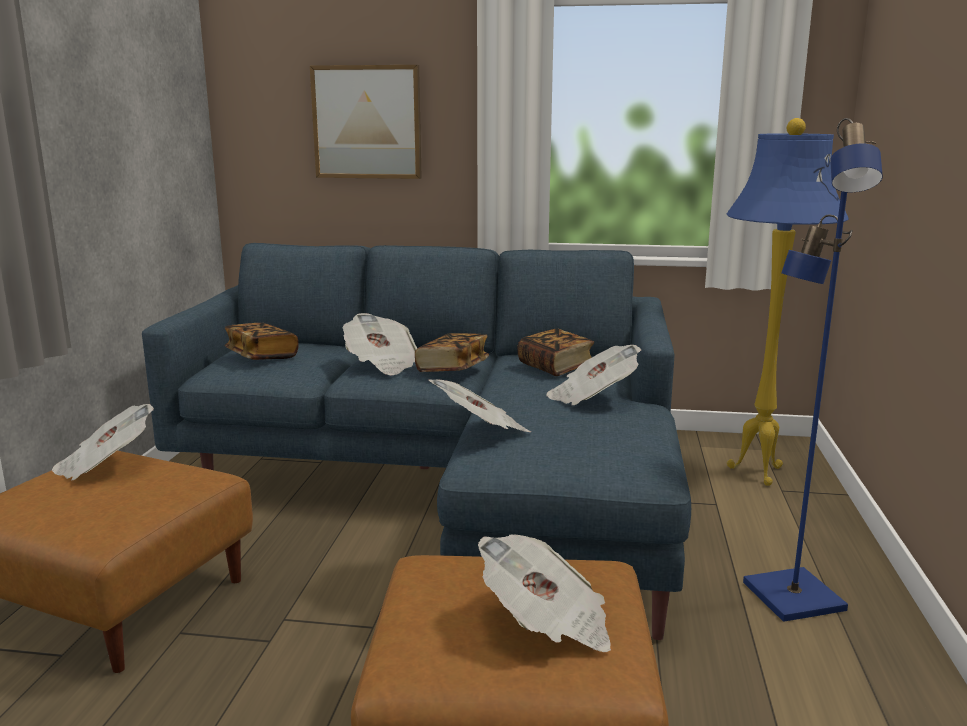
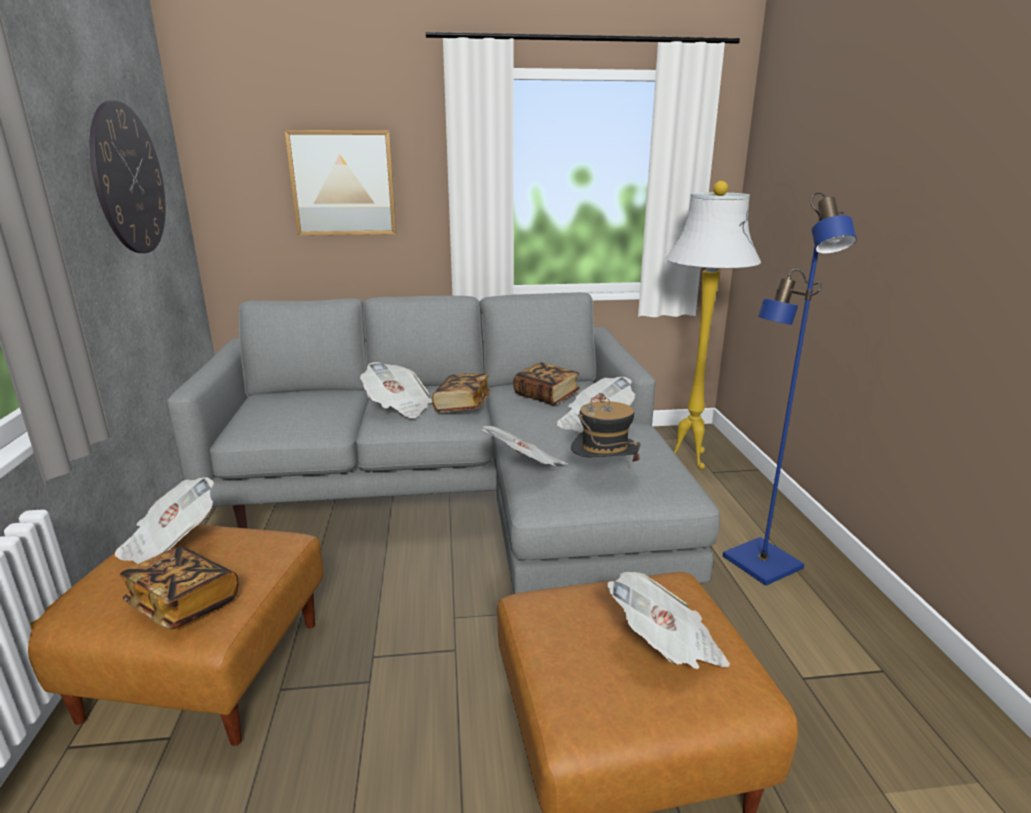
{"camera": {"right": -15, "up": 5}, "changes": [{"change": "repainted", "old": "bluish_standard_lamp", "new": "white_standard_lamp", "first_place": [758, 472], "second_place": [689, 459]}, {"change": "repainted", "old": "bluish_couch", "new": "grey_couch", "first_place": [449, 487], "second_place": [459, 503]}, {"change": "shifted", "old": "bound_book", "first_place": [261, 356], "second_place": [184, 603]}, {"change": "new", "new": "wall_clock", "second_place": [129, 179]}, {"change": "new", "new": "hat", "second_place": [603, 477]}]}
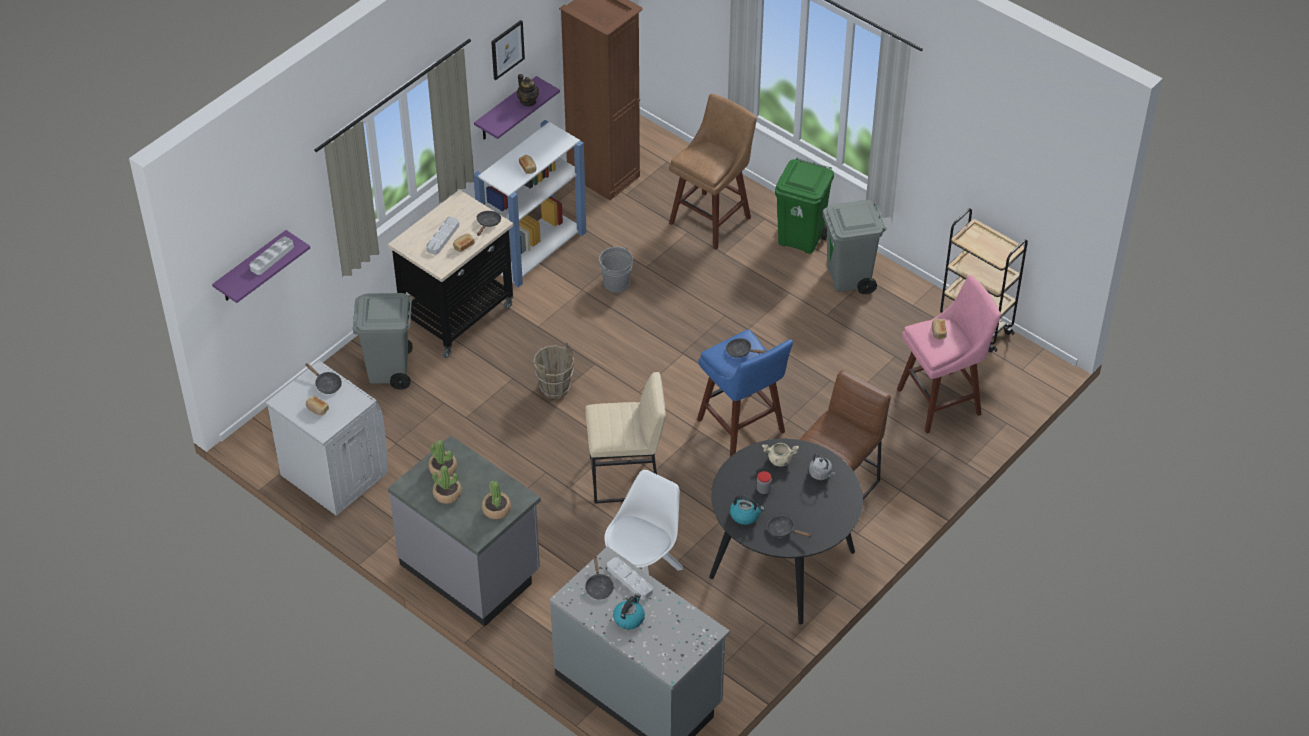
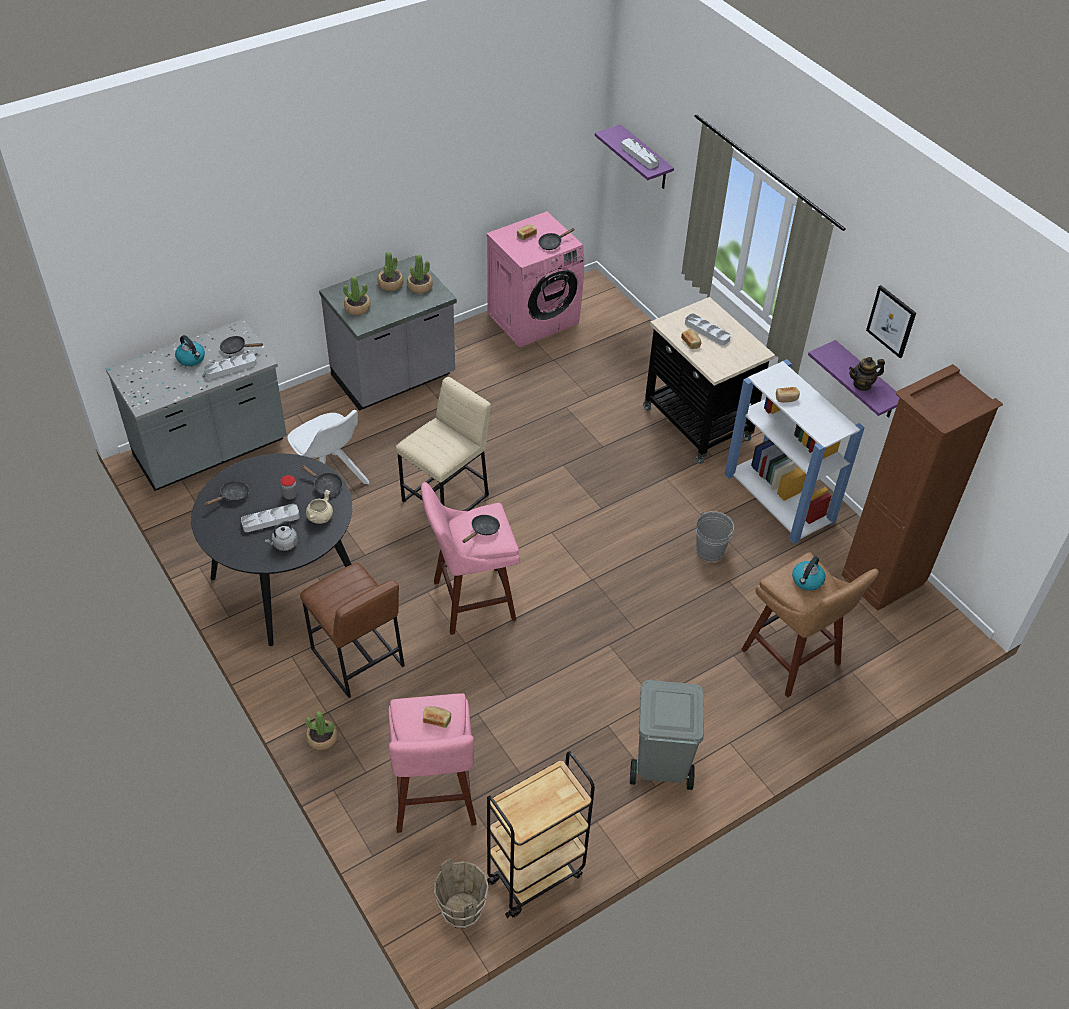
{"camera": {"right": 105, "up": 0}, "changes": [{"change": "gone", "old": "green-coloured_rubbish_bin", "first_place": [801, 239]}, {"change": "shifted", "old": "blackish_frying_pan", "first_place": [488, 223], "second_place": [325, 486]}, {"change": "gone", "old": "grey_rubbish_bin", "first_place": [390, 371]}, {"change": "repainted", "old": "bluish_stool", "new": "pink_stool", "first_place": [742, 428], "second_place": [470, 601]}, {"change": "shifted", "old": "brown-coloured_water_bucket", "first_place": [554, 388], "second_place": [462, 911]}, {"change": "repainted", "old": "white_laundry_machine", "new": "pink_laundry_machine", "first_place": [334, 474], "second_place": [533, 320]}, {"change": "rotated", "old": "sand-coloured_plain_chair", "first_place": [626, 478], "second_place": [446, 497], "degrees": -150}, {"change": "shifted", "old": "tea_kettle", "first_place": [745, 515], "second_place": [807, 581]}, {"change": "new", "new": "grey_carrying_tray", "second_place": [270, 520]}, {"change": "new", "new": "plant_in_a_pot", "second_place": [322, 738]}]}
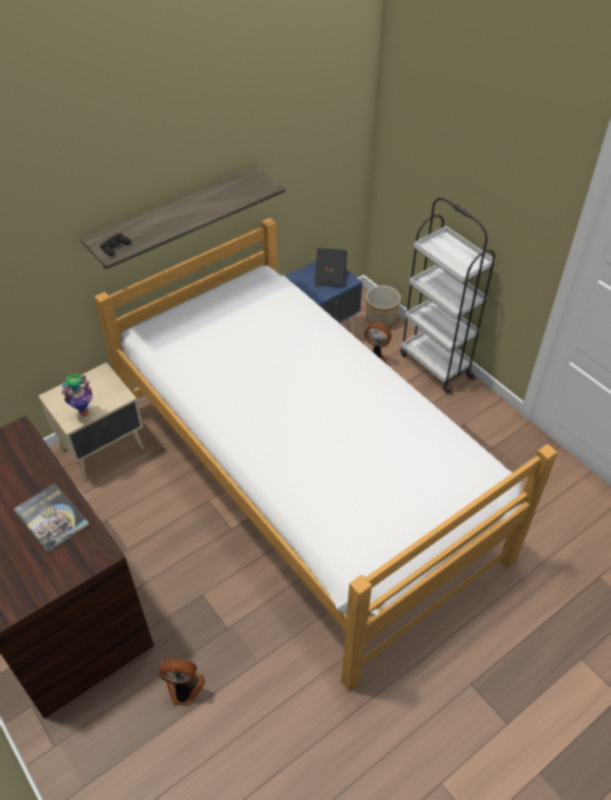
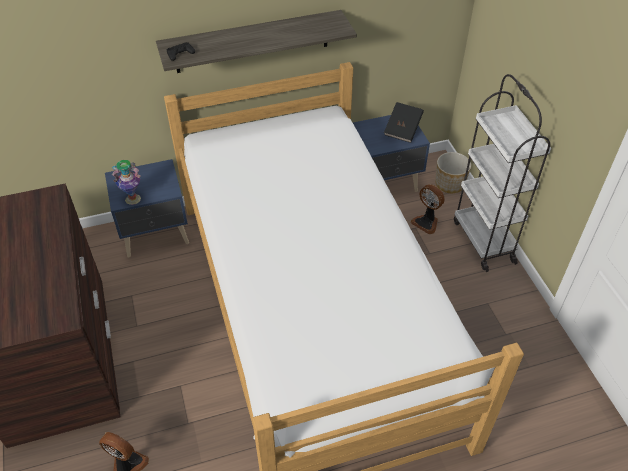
{"camera": {"right": 20, "up": 0}, "changes": [{"change": "repainted", "old": "sand-coloured_nightstand", "new": "bluish_nightstand", "first_place": [104, 449], "second_place": [156, 235]}, {"change": "gone", "old": "bound_book", "first_place": [51, 518]}]}
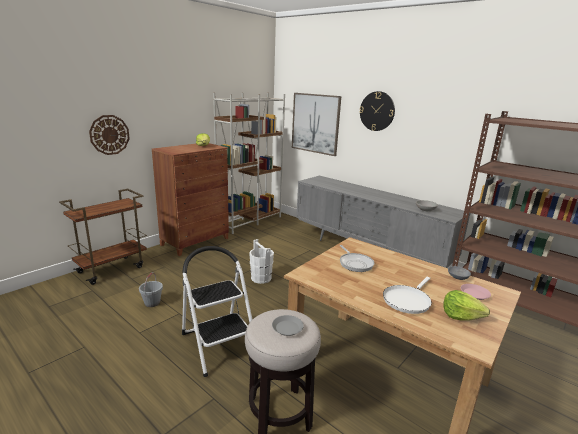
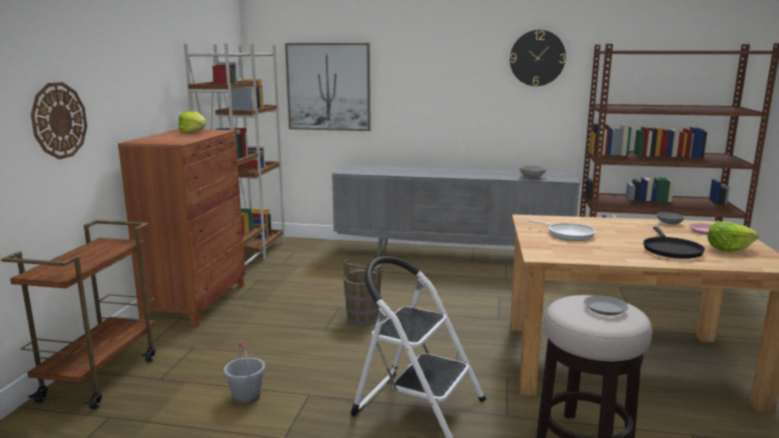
{"camera": {"right": -30, "up": -5}, "changes": [{"change": "shifted", "old": "wall_clock", "first_place": [377, 111], "second_place": [537, 58]}, {"change": "repainted", "old": "white_water_bucket", "new": "brown-coloured_water_bucket", "first_place": [261, 278], "second_place": [362, 318]}, {"change": "repainted", "old": "white_frying_pan", "new": "blackish_frying_pan", "first_place": [407, 300], "second_place": [670, 250]}]}
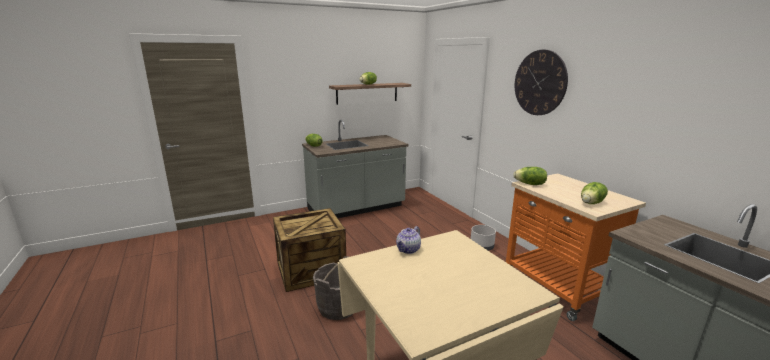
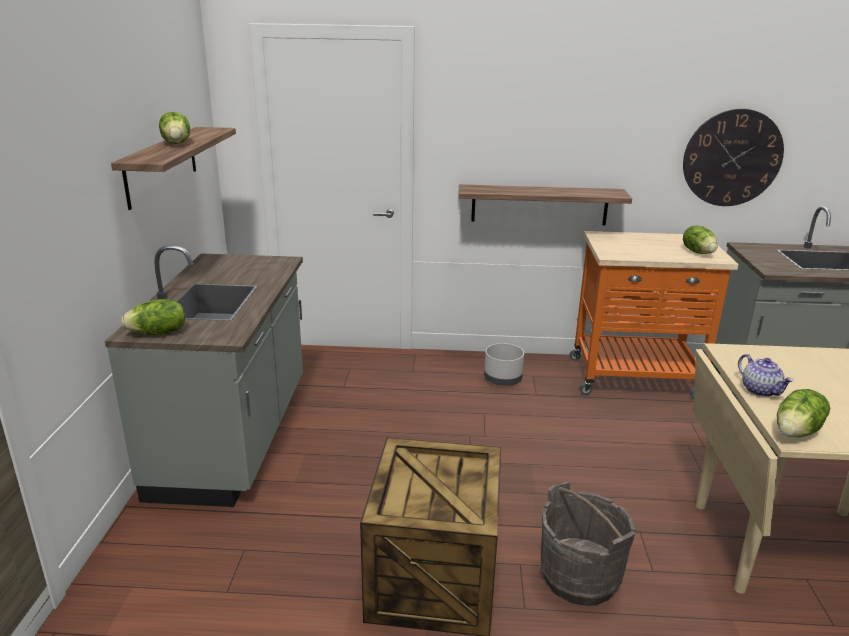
{"camera": {"right": -60, "up": 5}, "changes": [{"change": "shifted", "old": "wall_clock", "first_place": [540, 83], "second_place": [732, 158]}, {"change": "shifted", "old": "lettuce_head", "first_place": [530, 184], "second_place": [797, 432]}, {"change": "new", "new": "wall_shelf", "second_place": [539, 205]}]}
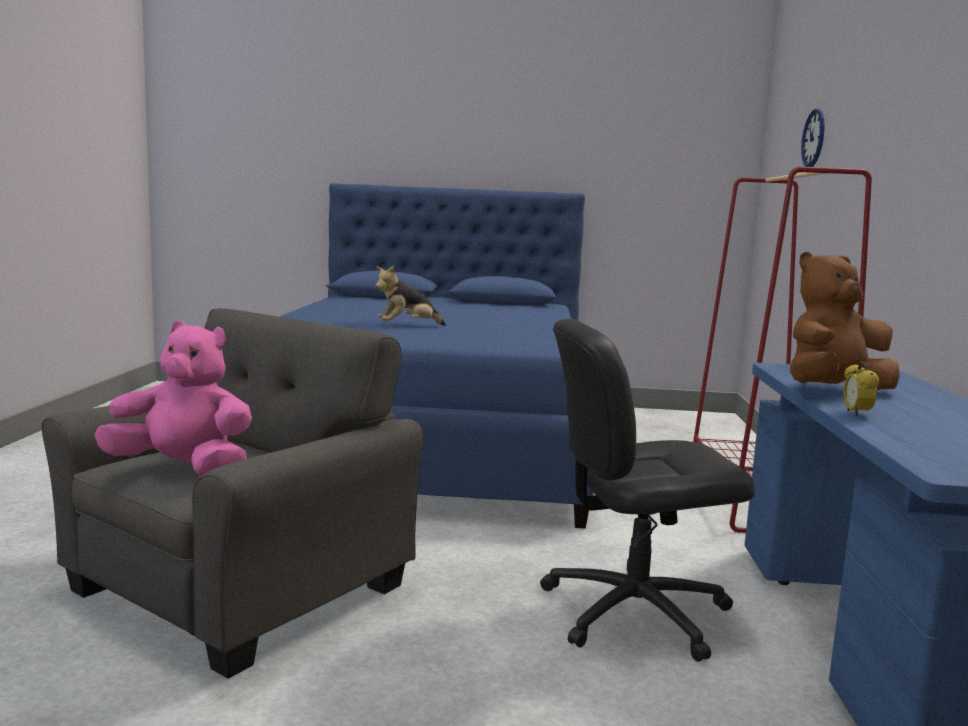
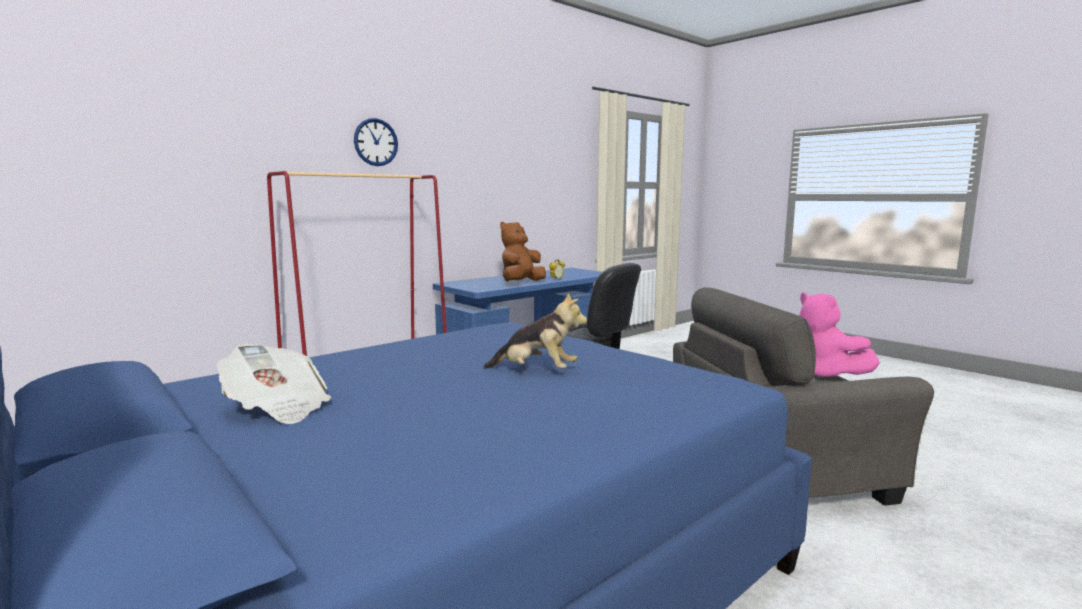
{"camera": {"right": -135, "up": 0}, "changes": [{"change": "shifted", "old": "wall_clock", "first_place": [813, 138], "second_place": [376, 142]}, {"change": "rotated", "old": "brown-coloured_soft_toy", "first_place": [833, 391], "second_place": [521, 282], "degrees": 105}, {"change": "new", "new": "printed_paper", "second_place": [277, 408]}]}
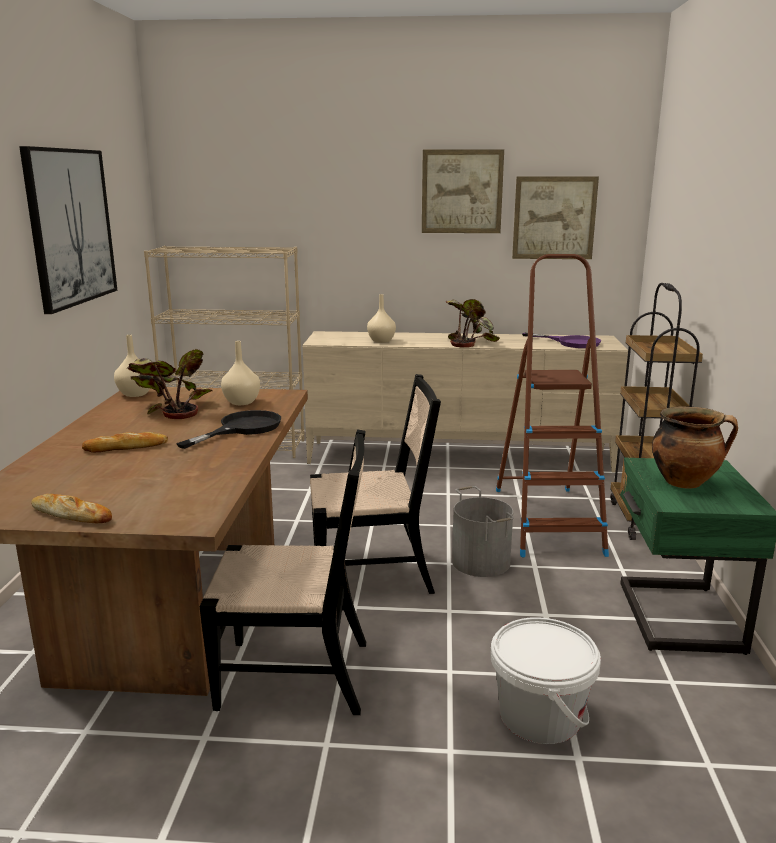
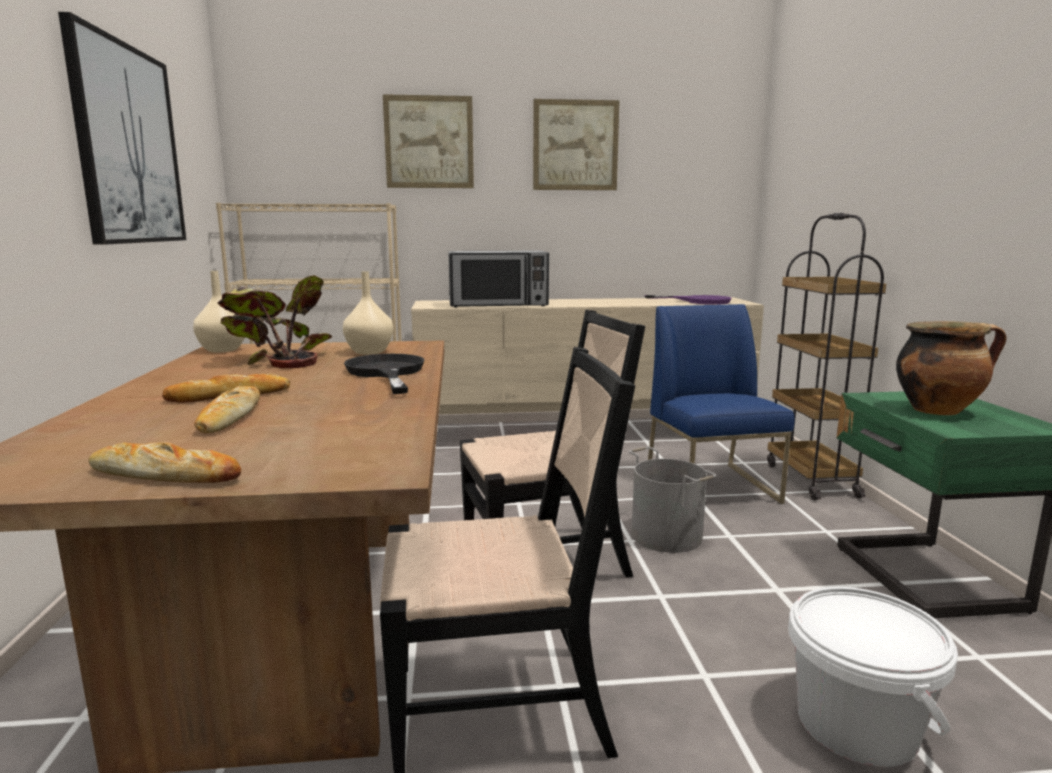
{"camera": {"right": -10, "up": -5}, "changes": [{"change": "shifted", "old": "picture", "first_place": [554, 218], "second_place": [429, 142]}, {"change": "swapped", "old": "brown-coloured_stepladder", "new": "bluish_plain_chair", "first_place": [547, 520], "second_place": [712, 487]}, {"change": "swapped", "old": "sand-coloured_flower_vase", "new": "microwave_oven", "first_place": [382, 341], "second_place": [498, 304]}, {"change": "gone", "old": "plant_in_a_pot", "first_place": [470, 341]}, {"change": "rotated", "old": "blackish_frying_pan", "first_place": [242, 428], "second_place": [386, 373], "degrees": -45}, {"change": "new", "new": "bakery_bread", "second_place": [230, 416]}]}
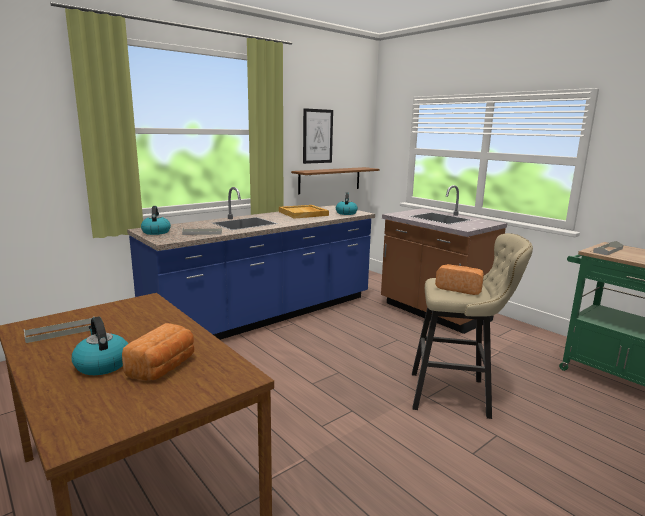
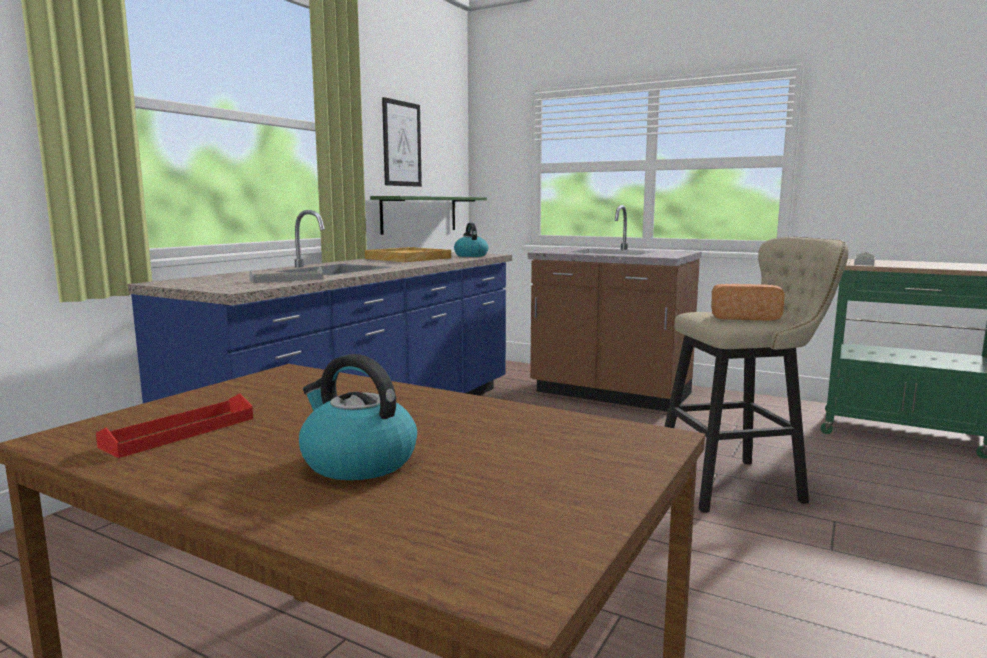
{"camera": {"right": -20, "up": -5}, "changes": [{"change": "repainted", "old": "brown-coloured_wall_shelf", "new": "green-coloured_wall_shelf", "first_place": [330, 180], "second_place": [419, 214]}, {"change": "gone", "old": "tea_kettle", "first_place": [156, 232]}, {"change": "repainted", "old": "grey_carrying_tray", "new": "reddish_carrying_tray", "first_place": [61, 332], "second_place": [180, 432]}, {"change": "gone", "old": "bakery_bread", "first_place": [164, 367]}]}
